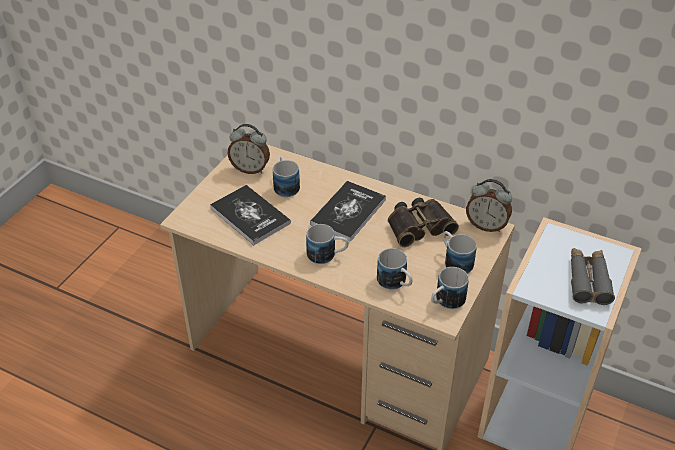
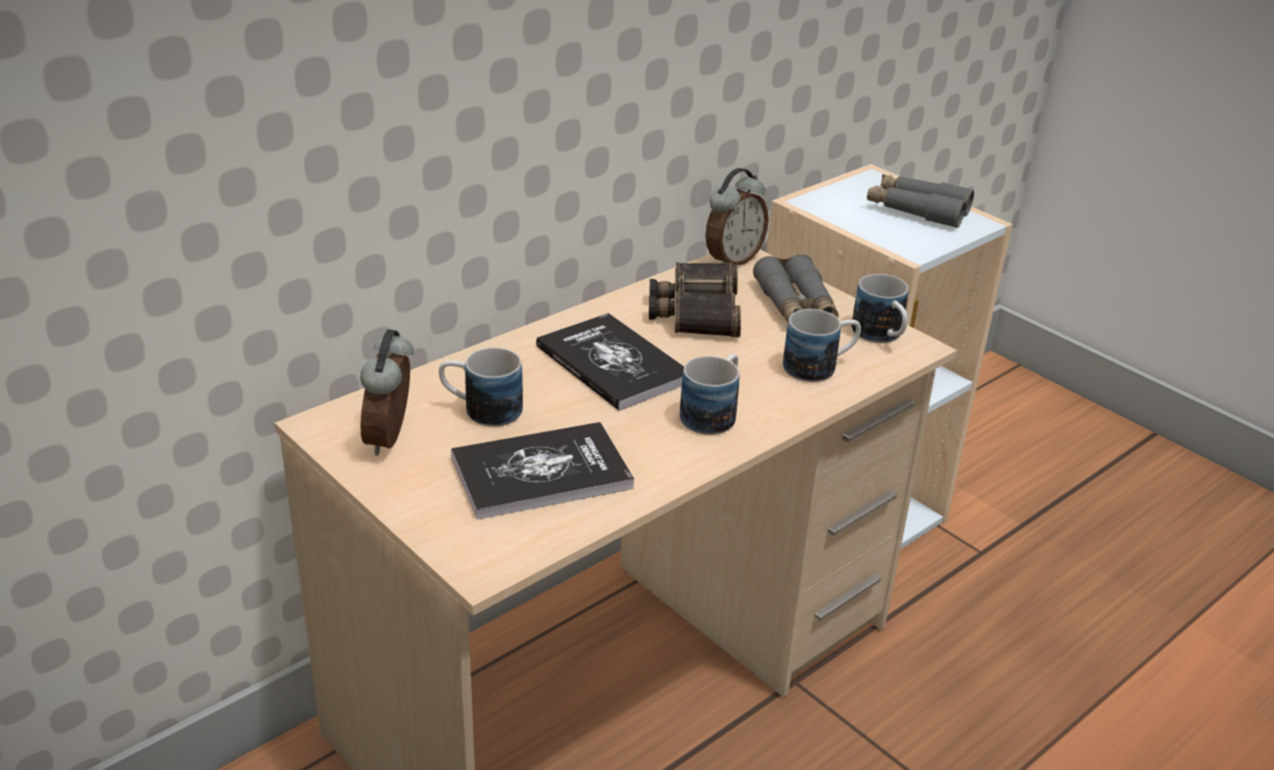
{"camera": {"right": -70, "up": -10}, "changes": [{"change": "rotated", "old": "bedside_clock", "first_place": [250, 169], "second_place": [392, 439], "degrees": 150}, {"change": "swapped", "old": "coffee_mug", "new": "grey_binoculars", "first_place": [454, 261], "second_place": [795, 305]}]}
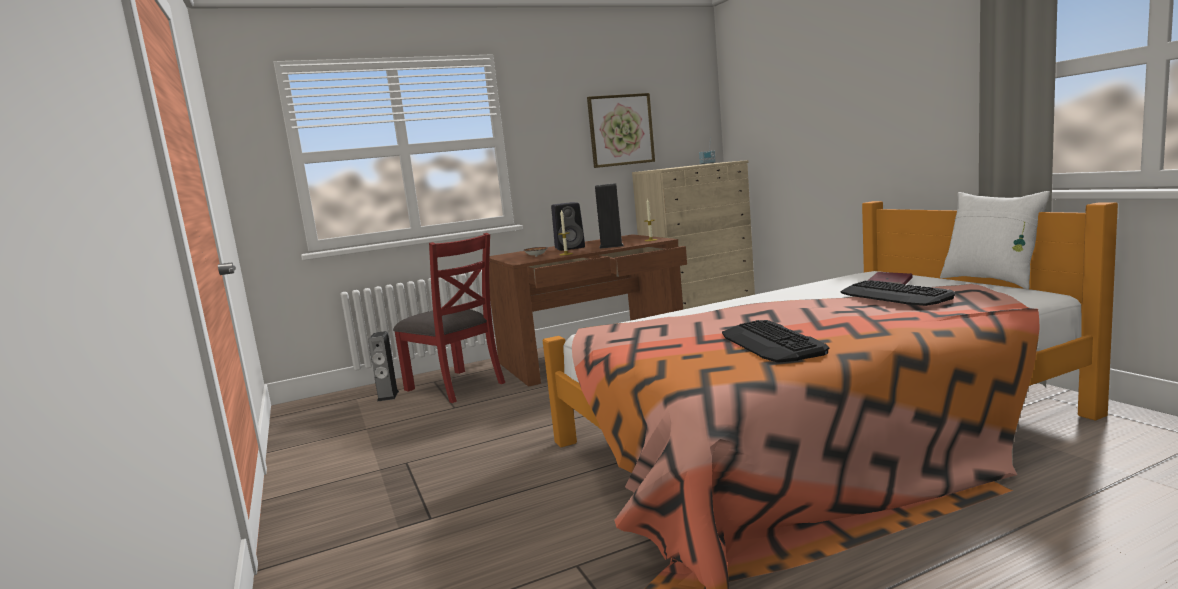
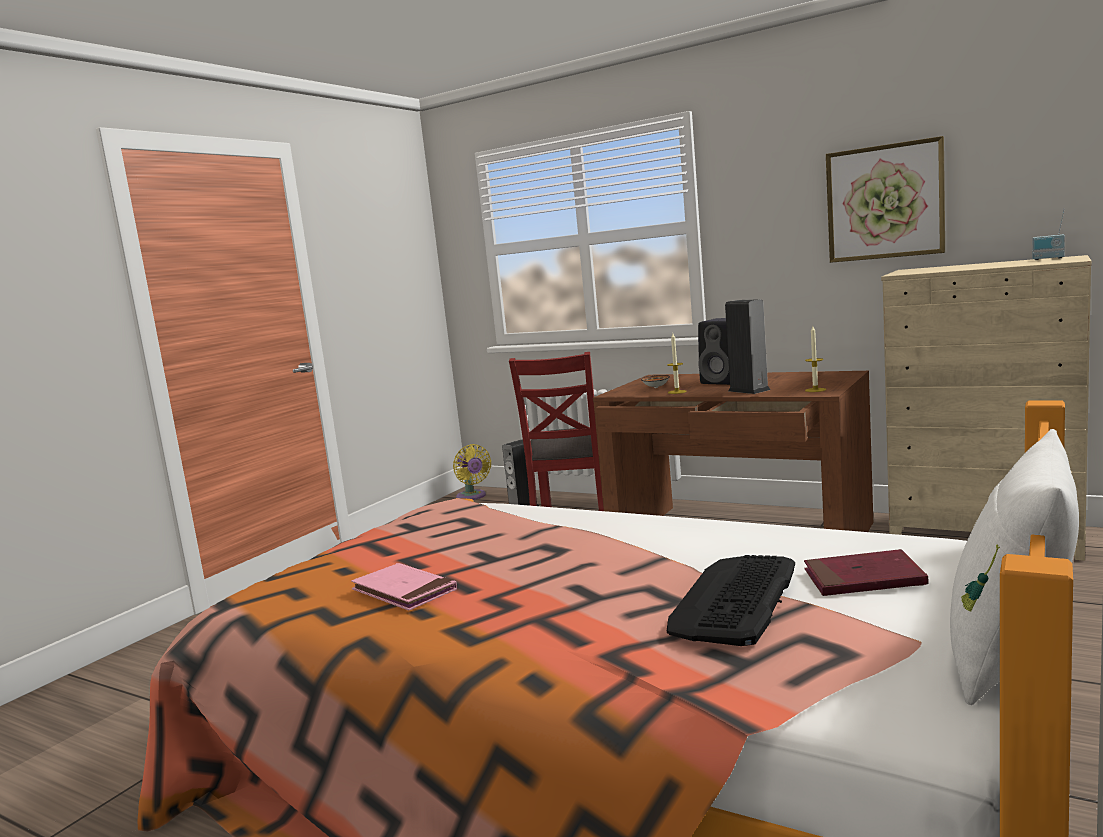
{"camera": {"right": 55, "up": 0}, "changes": [{"change": "swapped", "old": "PC_keyboard", "new": "pink_bound_book", "first_place": [771, 343], "second_place": [404, 591]}, {"change": "new", "new": "yellowish_cooling_fan", "second_place": [472, 497]}]}
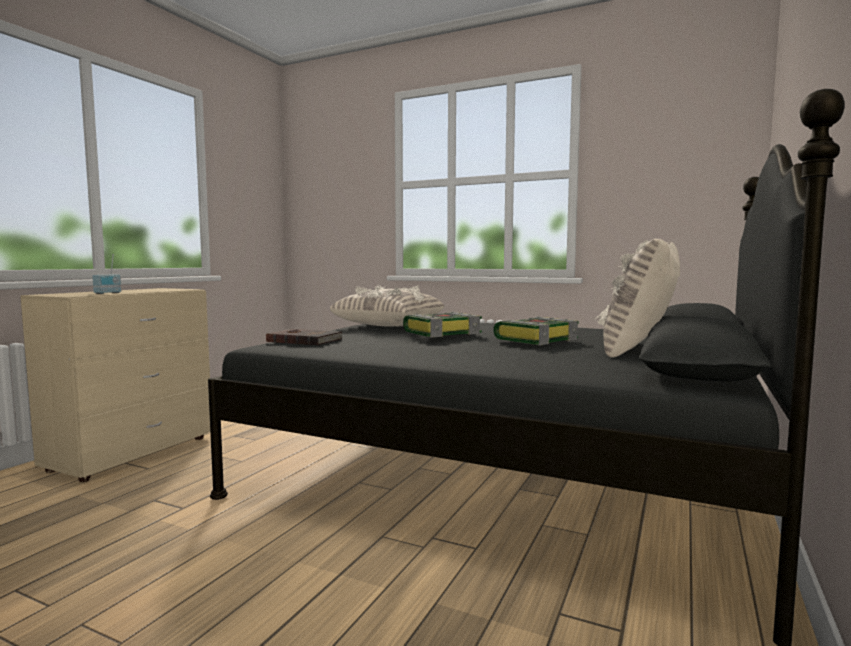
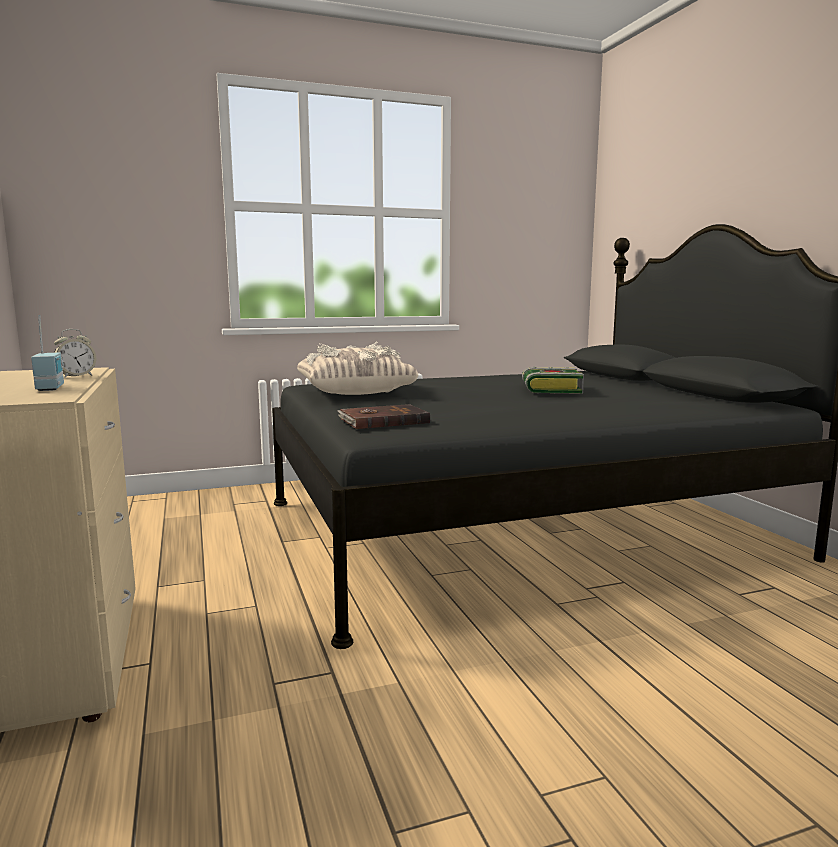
{"camera": {"right": -45, "up": 5}, "changes": [{"change": "gone", "old": "sand-coloured_throw_pillow", "first_place": [635, 350]}, {"change": "gone", "old": "bound_book", "first_place": [442, 333]}, {"change": "new", "new": "bedside_clock", "second_place": [76, 376]}]}
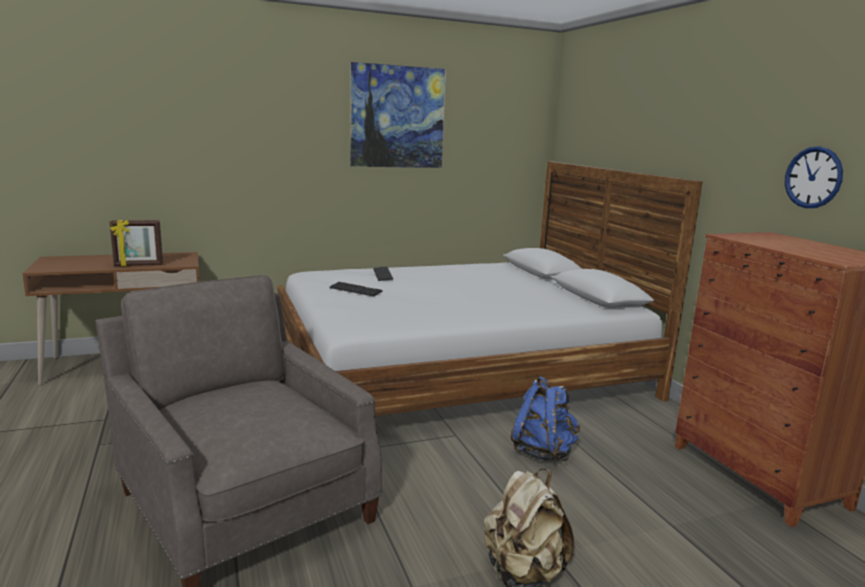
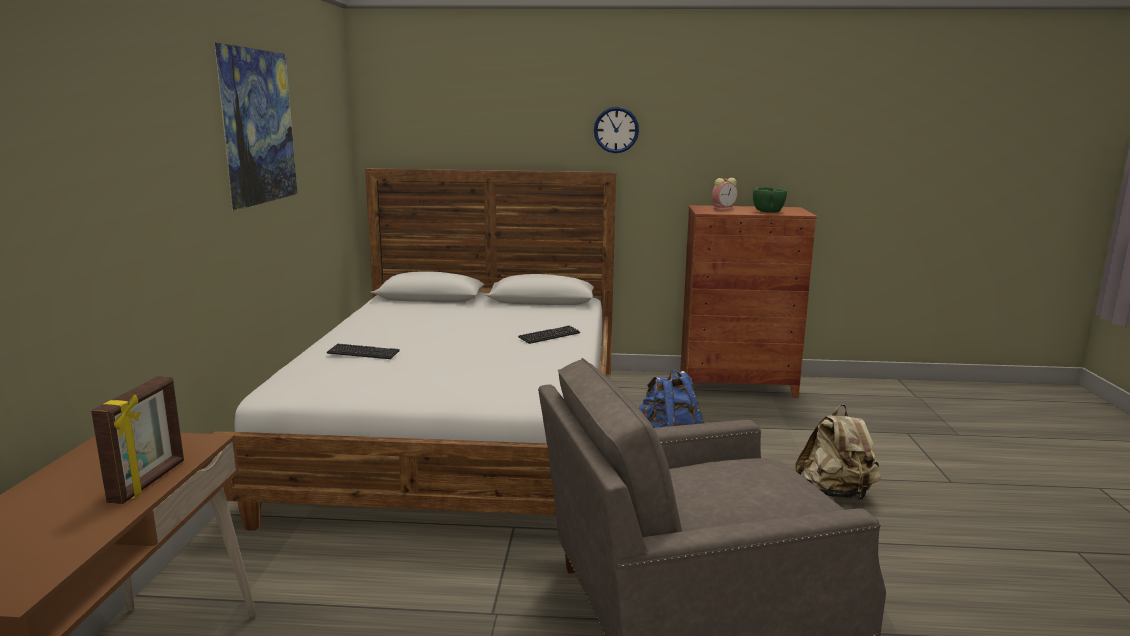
{"camera": {"right": -65, "up": 0}, "changes": [{"change": "shifted", "old": "wall_clock", "first_place": [813, 177], "second_place": [616, 130]}, {"change": "shifted", "old": "PC_keyboard", "first_place": [355, 290], "second_place": [549, 336]}, {"change": "new", "new": "bedside_clock", "second_place": [724, 208]}, {"change": "new", "new": "green-coloured_bowl", "second_place": [768, 211]}]}
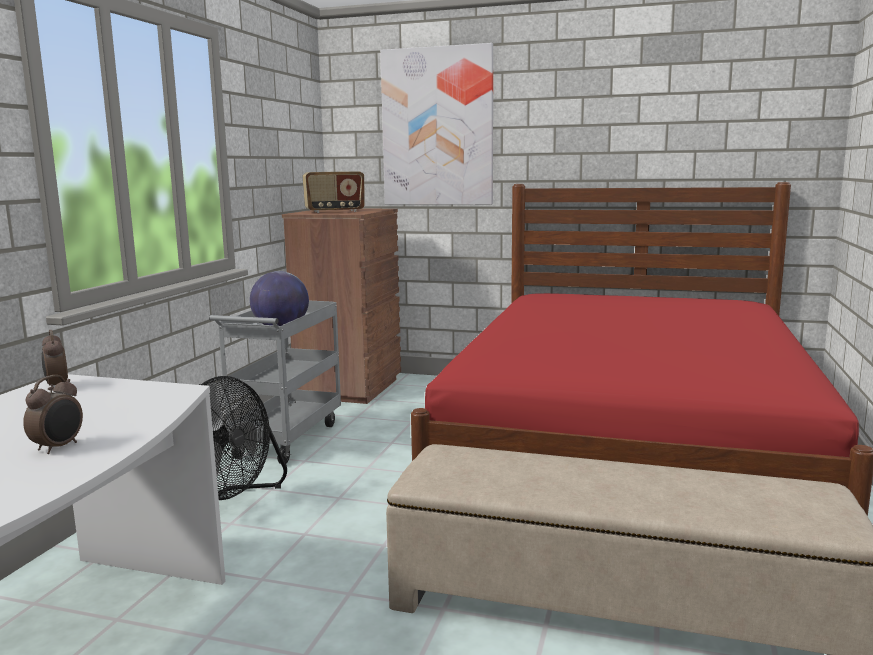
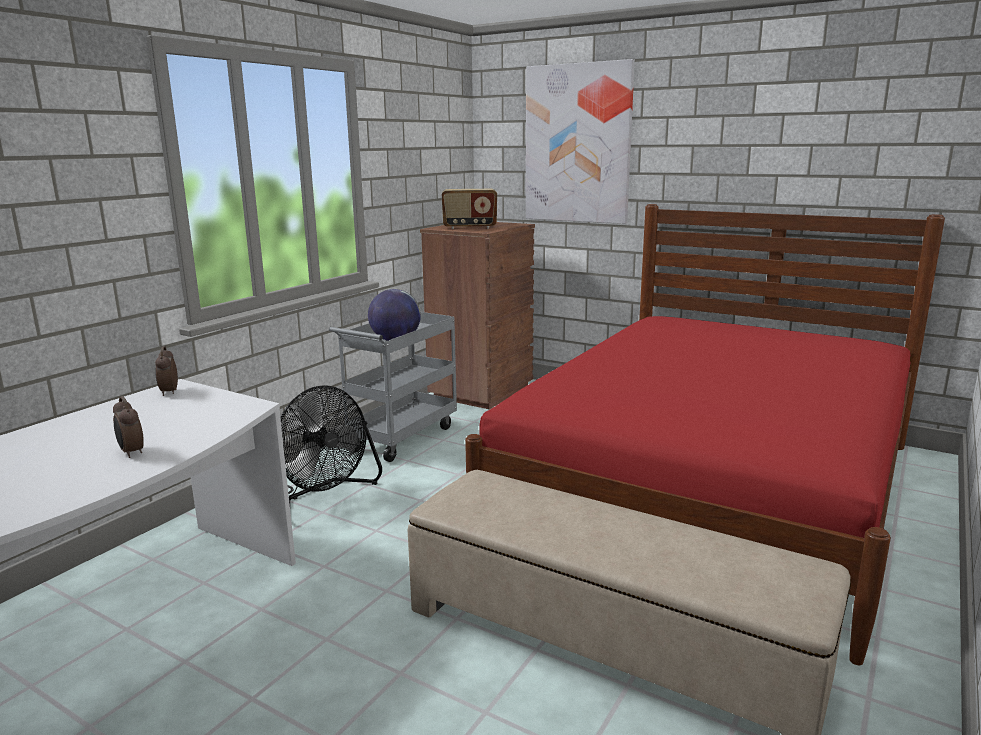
{"camera": {"right": 15, "up": 5}, "changes": [{"change": "rotated", "old": "bedside_clock", "first_place": [59, 447], "second_place": [131, 452], "degrees": 105}]}
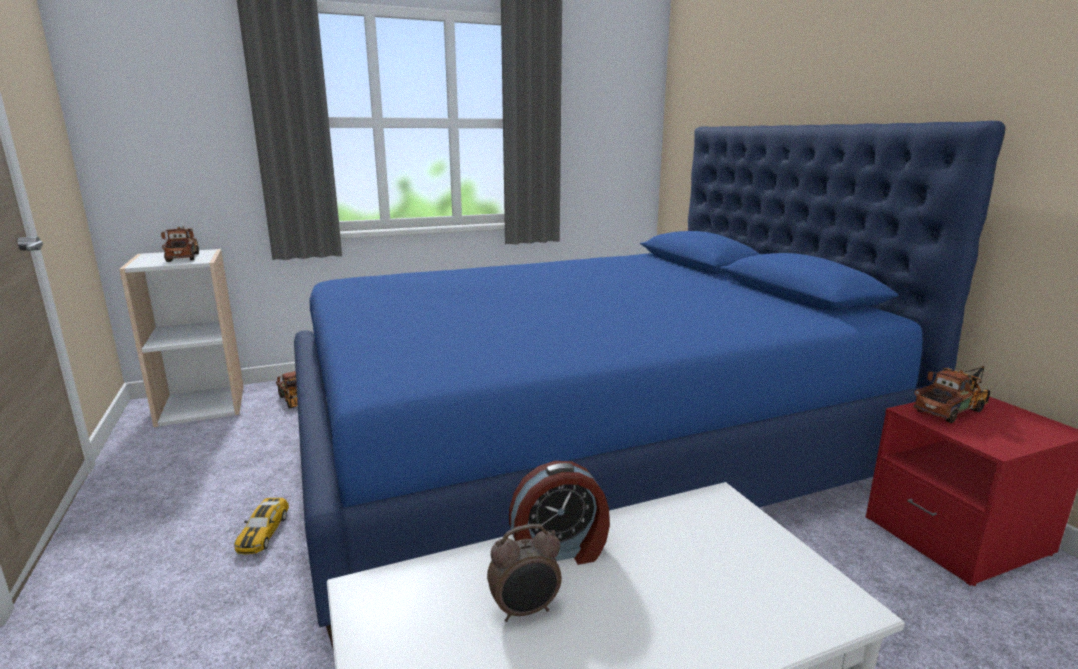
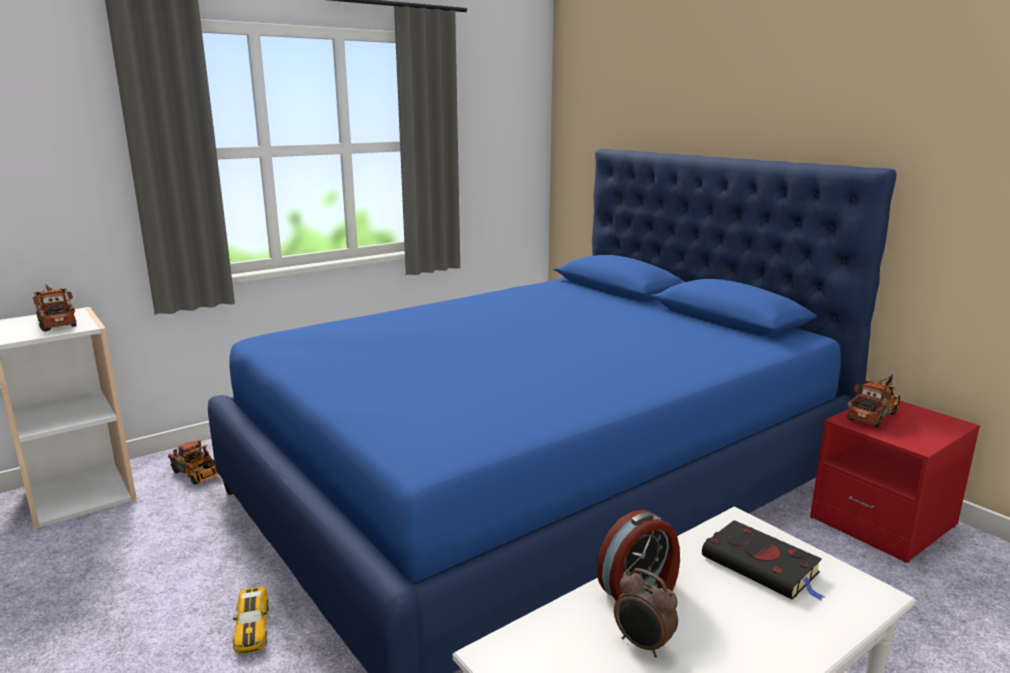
{"camera": {"right": -15, "up": 0}, "changes": [{"change": "rotated", "old": "bedside_clock", "first_place": [525, 611], "second_place": [643, 645], "degrees": 75}, {"change": "new", "new": "blackish_bound_book", "second_place": [763, 566]}]}
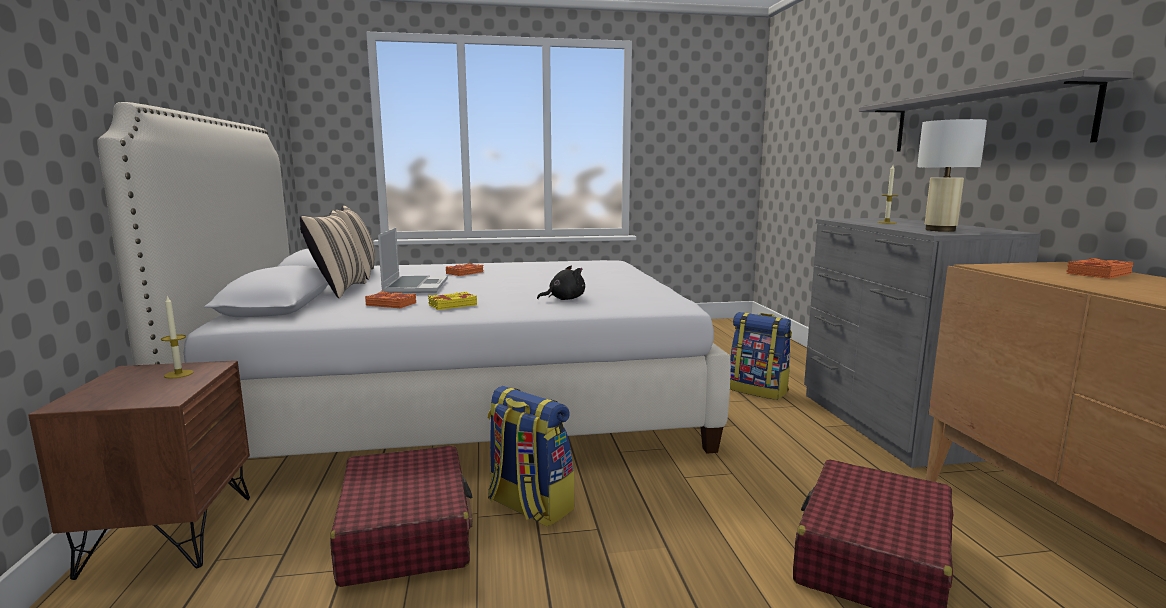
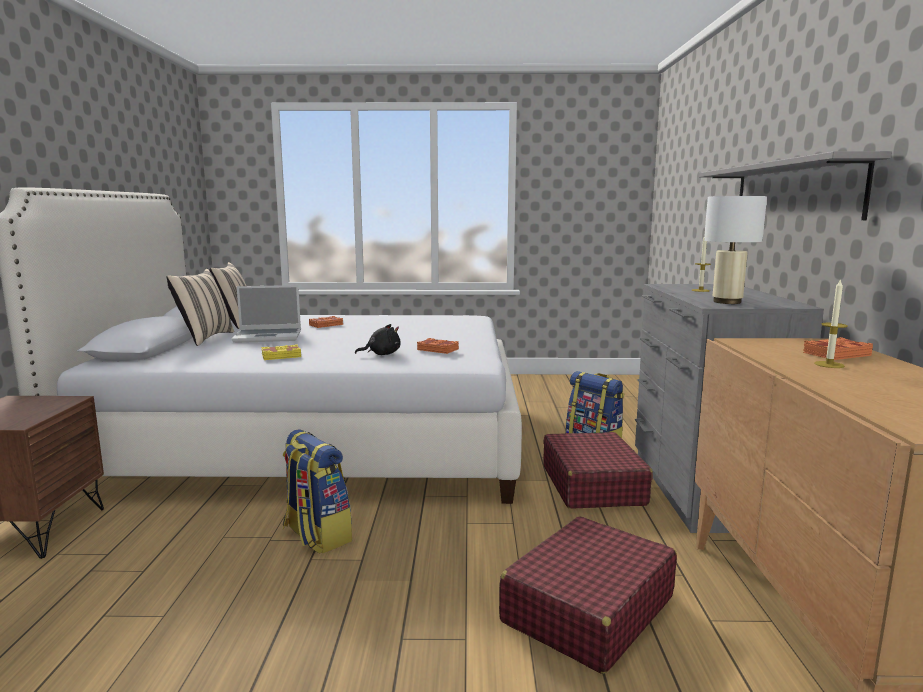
{"camera": {"right": 10, "up": 0}, "changes": [{"change": "rotated", "old": "laptop", "first_place": [415, 286], "second_place": [269, 337], "degrees": 75}, {"change": "shifted", "old": "orange_bound_book", "first_place": [391, 304], "second_place": [438, 349]}, {"change": "shifted", "old": "wax_candle", "first_place": [179, 374], "second_place": [829, 364]}, {"change": "shifted", "old": "reddish_piece_of_luggage", "first_place": [406, 532], "second_place": [593, 485]}]}
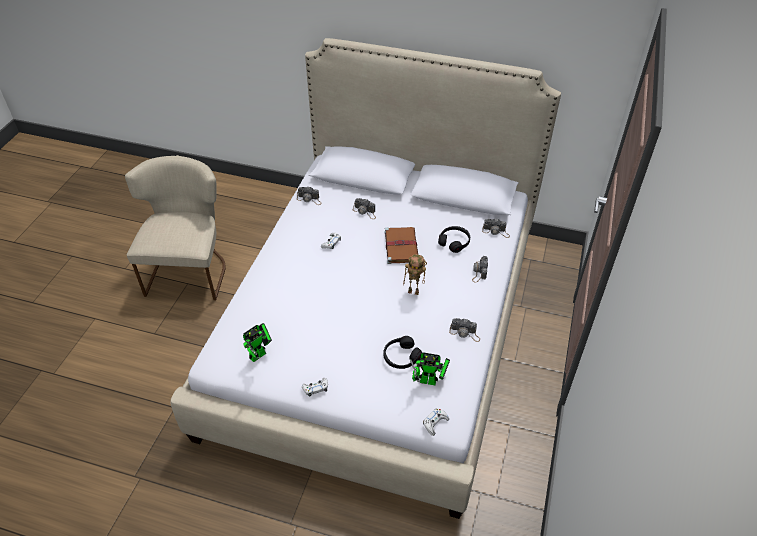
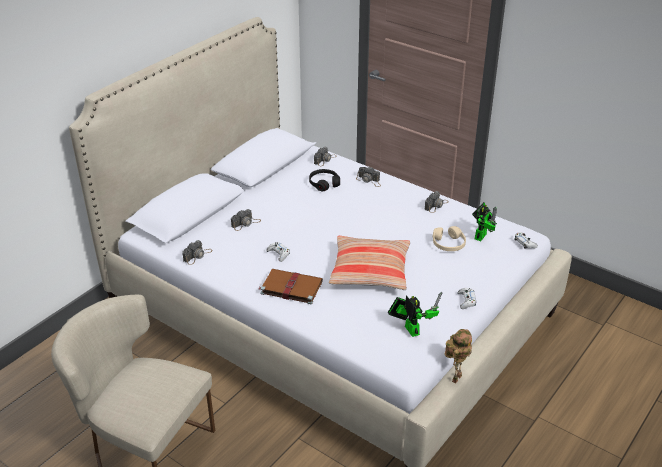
{"camera": {"right": -70, "up": -10}, "changes": [{"change": "shifted", "old": "brown-coloured_bound_book", "first_place": [401, 246], "second_place": [290, 287]}, {"change": "shifted", "old": "robot_figure", "first_place": [414, 291], "second_place": [456, 377]}, {"change": "repainted", "old": "blackish_headset", "new": "sand-coloured_headset", "first_place": [401, 357], "second_place": [448, 244]}, {"change": "new", "new": "throw_pillow", "second_place": [370, 271]}]}
